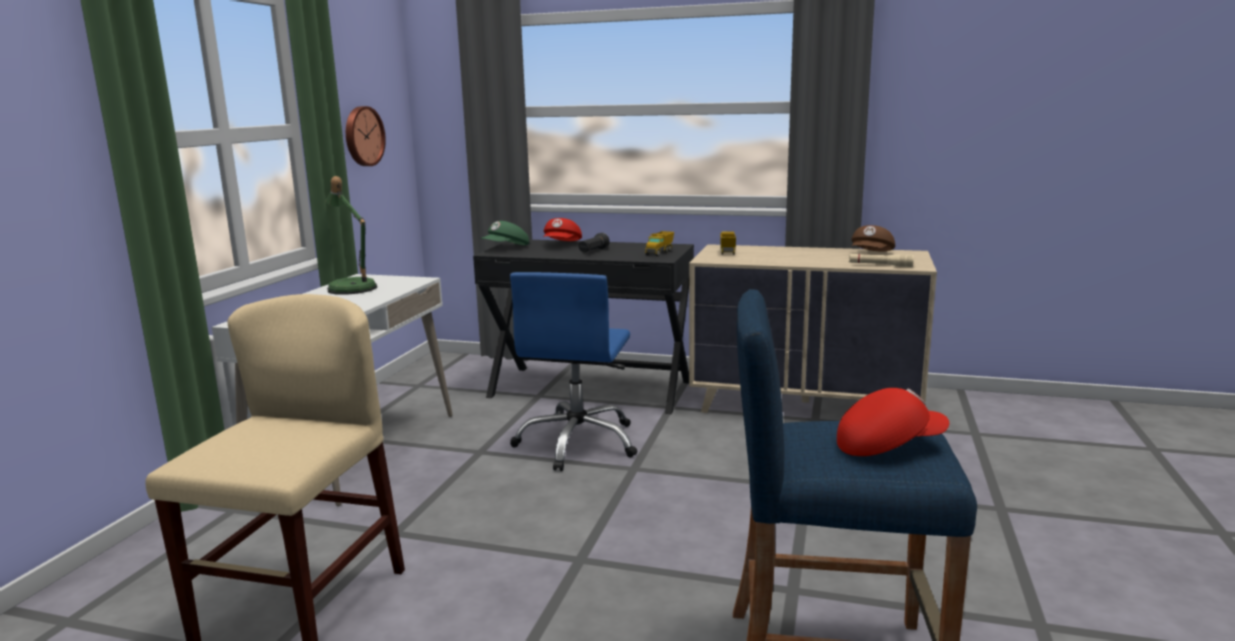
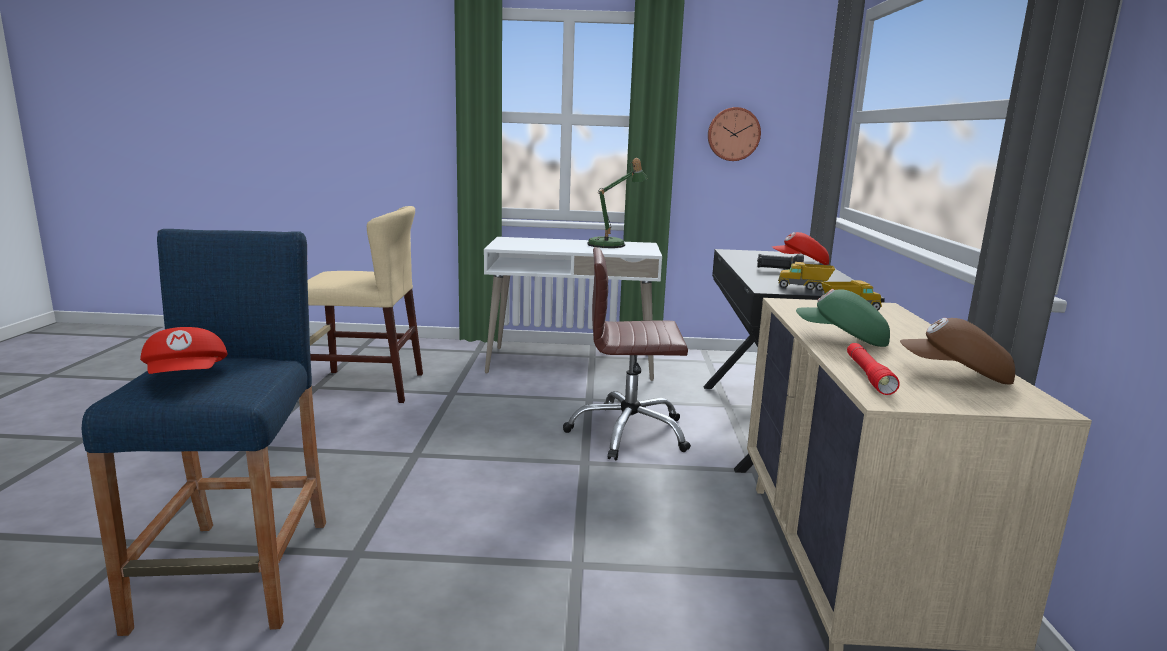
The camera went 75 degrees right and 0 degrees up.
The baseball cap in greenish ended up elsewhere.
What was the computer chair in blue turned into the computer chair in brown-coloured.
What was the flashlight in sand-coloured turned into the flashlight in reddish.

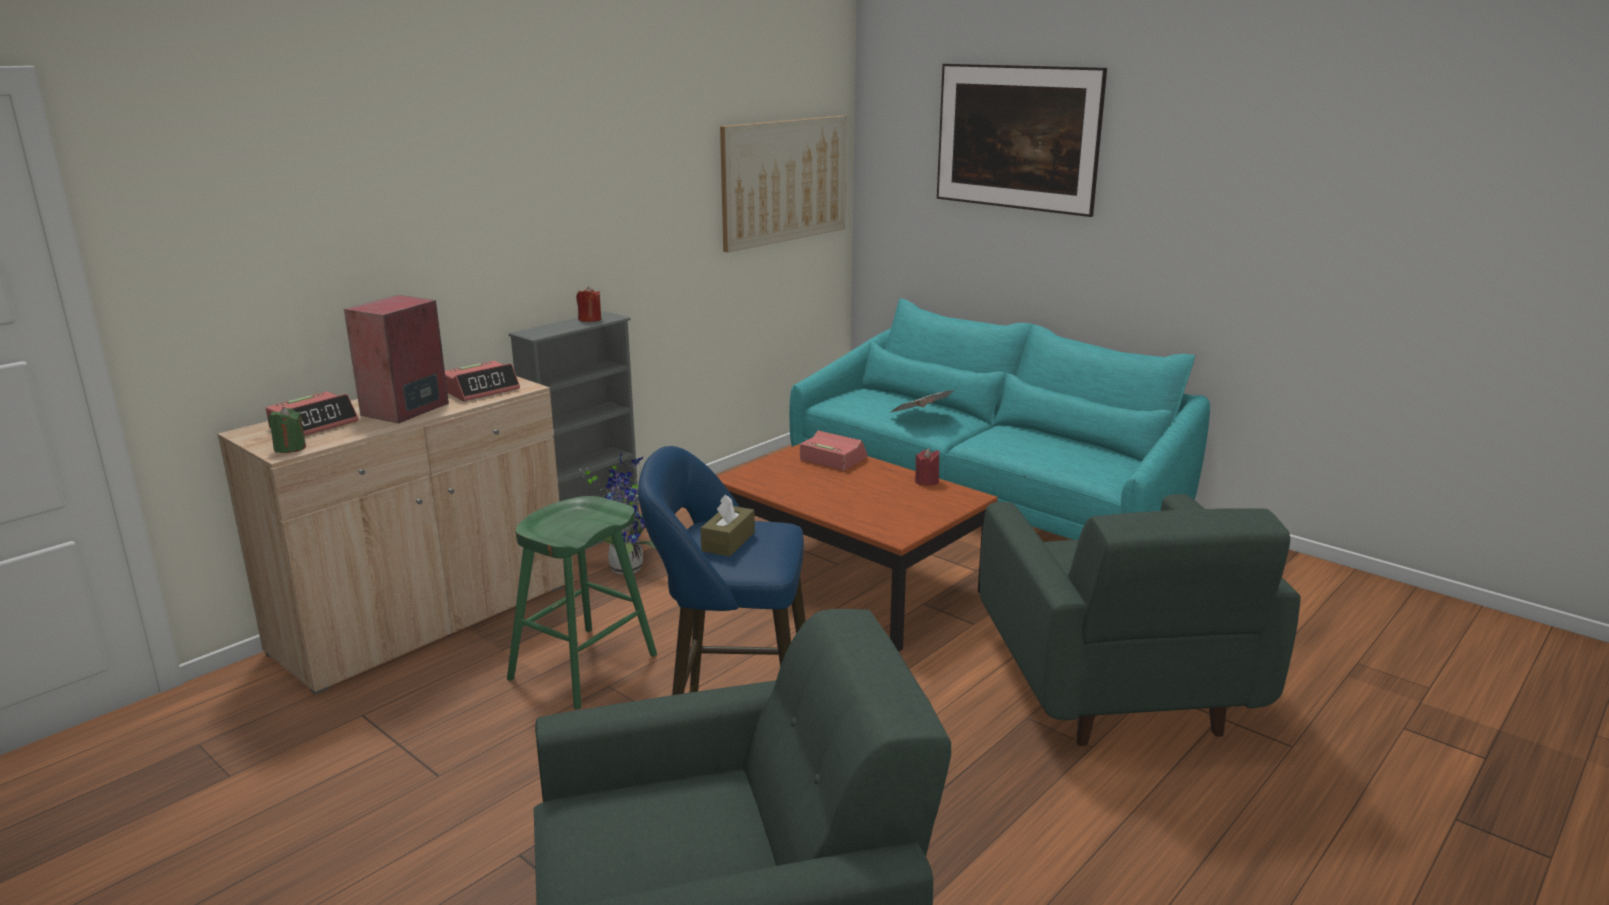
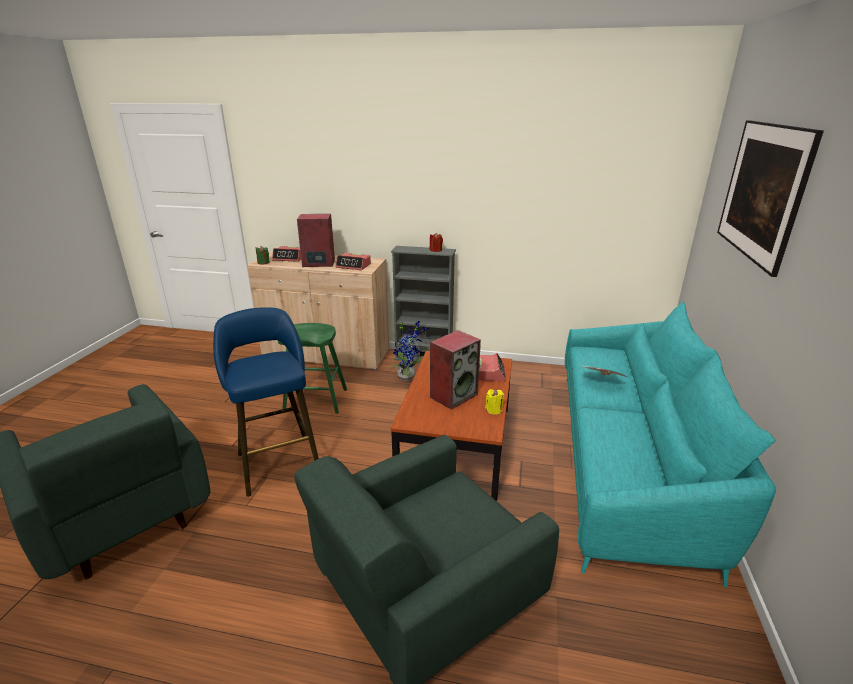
The camera went 60 degrees right and 5 degrees up.
The second view lost the tissue holder in brown-coloured.
The second view lost the wall art (no. 1 from left).
The second view gained the audio speaker (no. 2 from left).
What was the candle in reddish (no. 2 from left) turned into the candle in yellow.

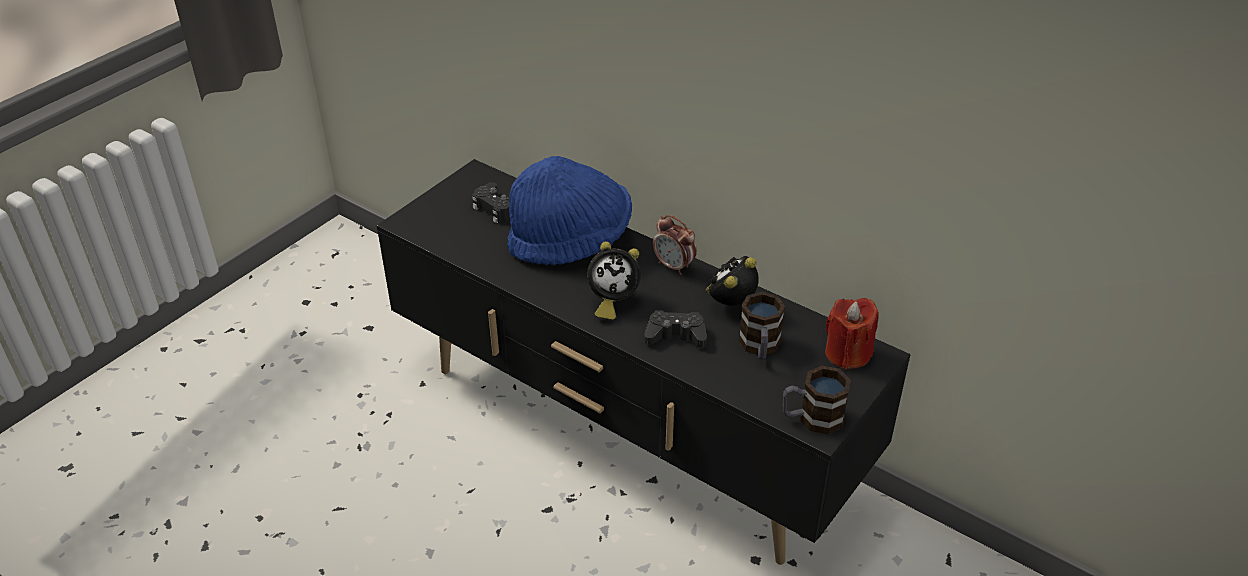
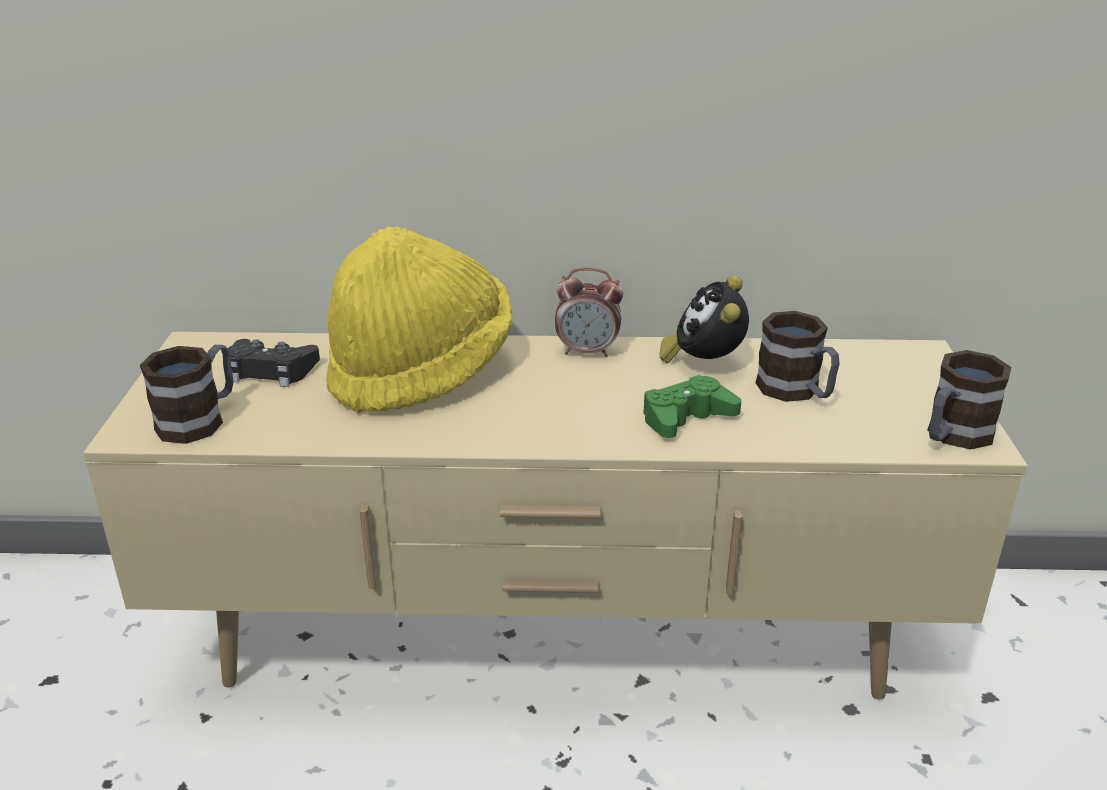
The camera went 35 degrees left and 10 degrees down.
The second view lost the table clock (no. 1 from left).
The second view lost the candle in reddish.
The second view gained the mug (no. 1 from left).
What was the tv unit in black turned into the tv unit in sand-coloured.
What was the hat in blue turned into the hat in yellow.
What was the joypad in black (no. 2 from left) turned into the joypad in greenish.

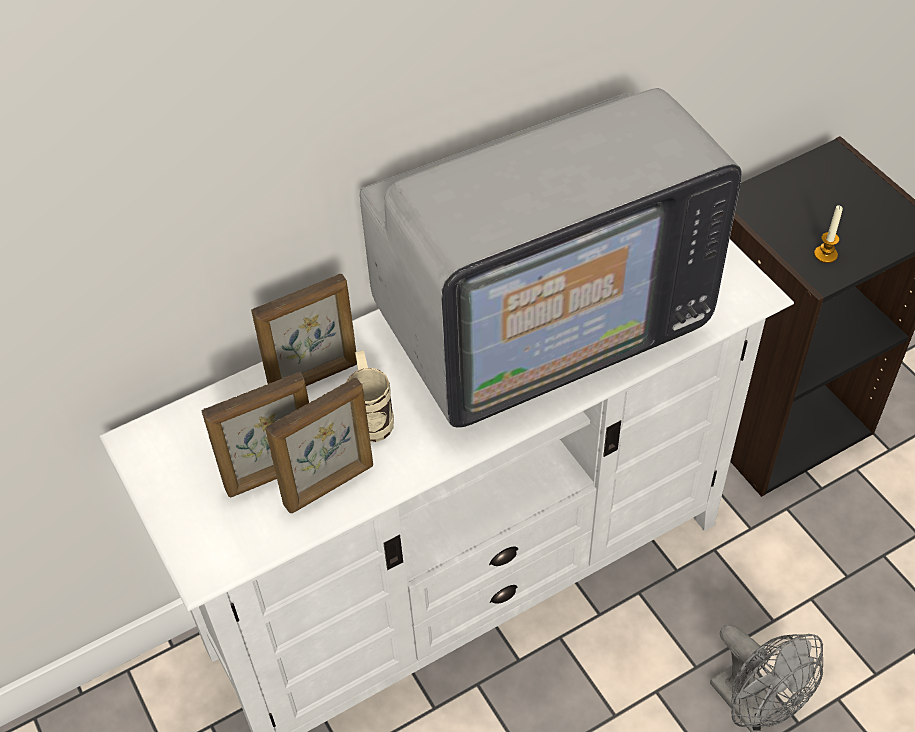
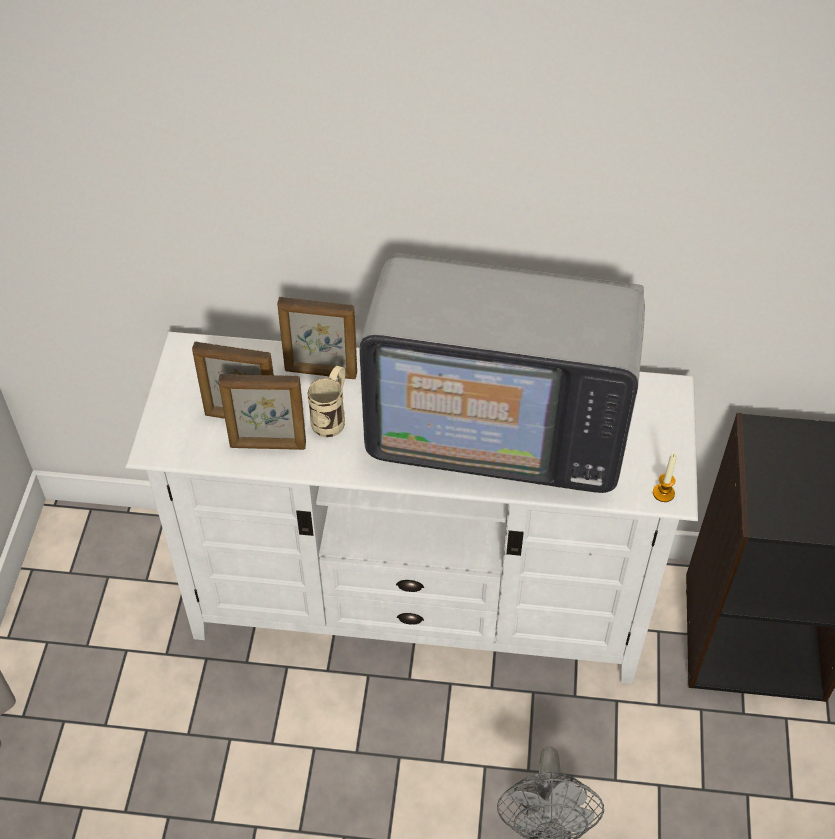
The camera went 35 degrees right and 0 degrees up.
The candle ended up elsewhere.

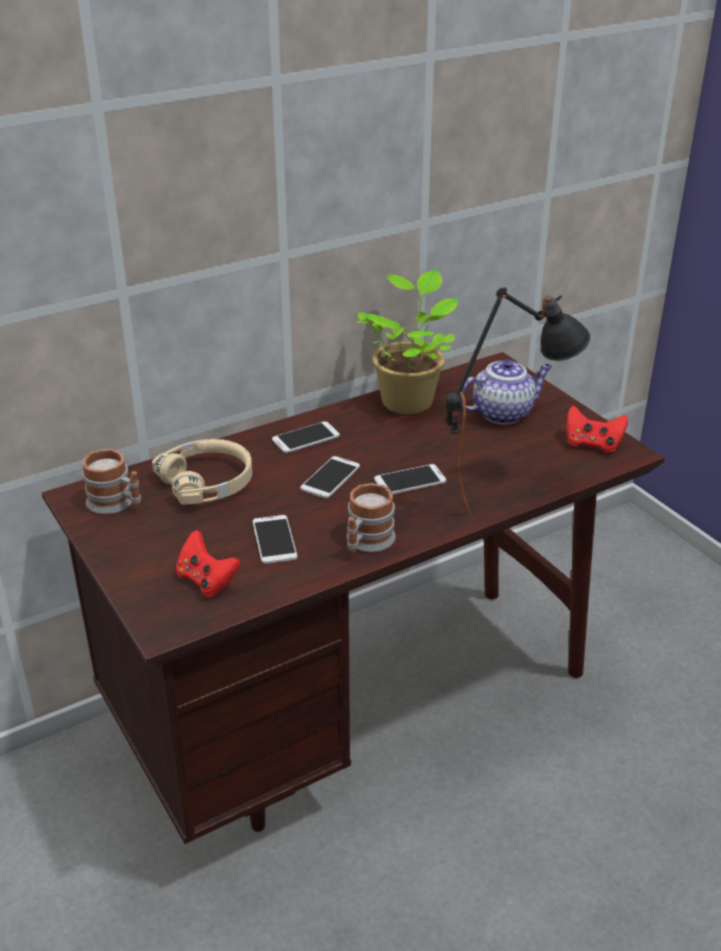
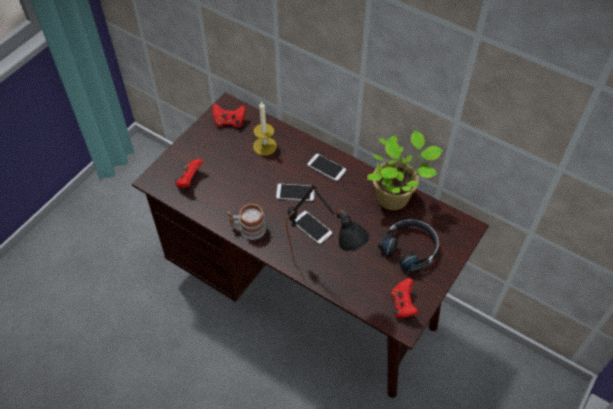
The camera went 65 degrees right and 20 degrees up.
The second view lost the phone (no. 1 from left).
Where the mug (no. 1 from left) stood, the joypad in reddish (no. 2 from left) came to stand.
Where the pair of headphones in sand-coloured stood, the candle came to stand.
Where the pot for tea stood, the pair of headphones in black came to stand.

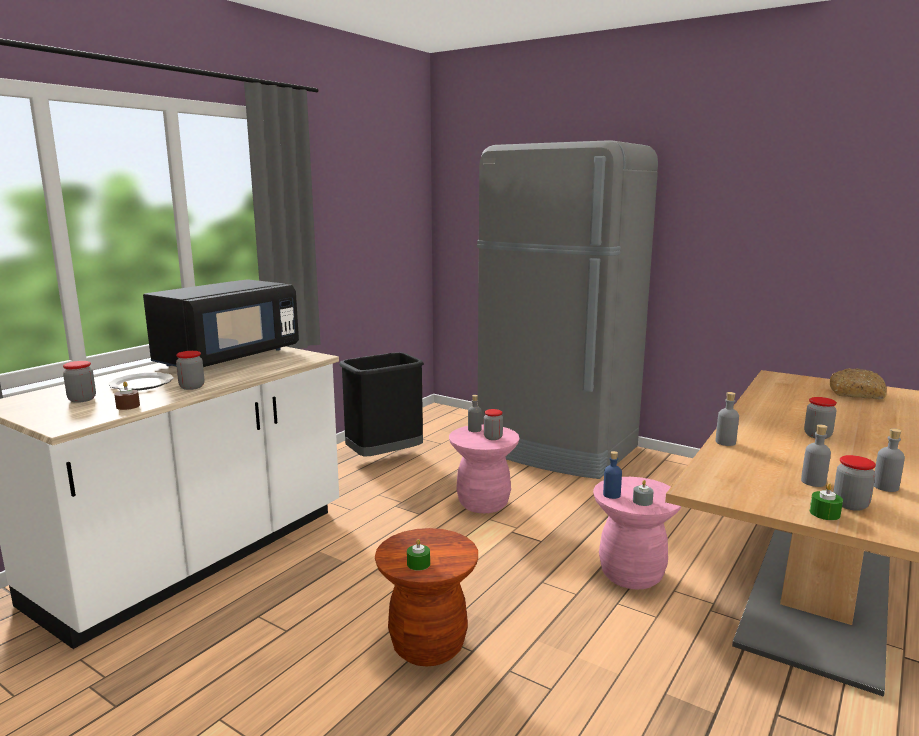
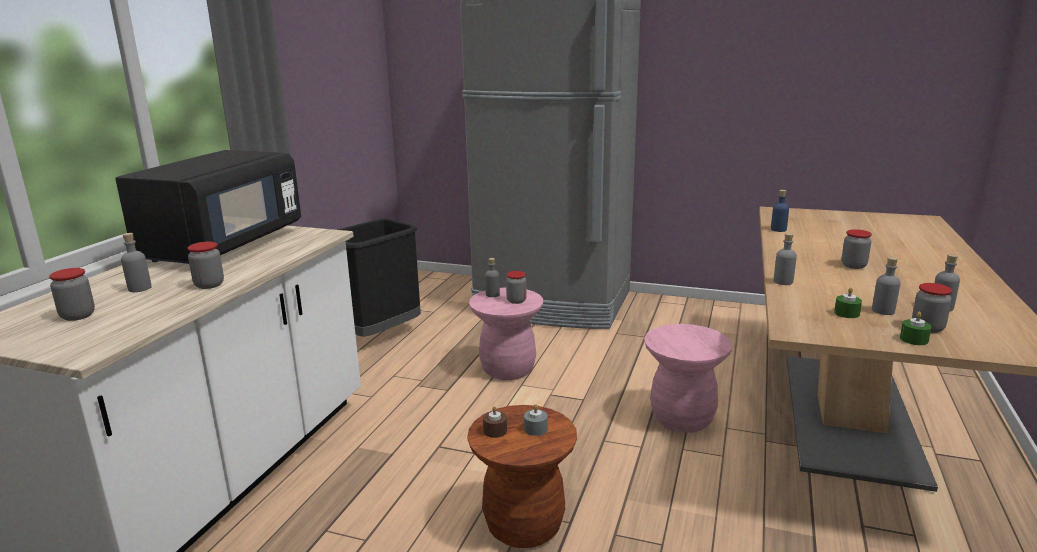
The camera went 15 degrees left and 5 degrees up.
The second view lost the baked bread.
The candle in brown-coloured ended up elsewhere.
The candle in greenish (no. 1 from left) ended up elsewhere.
The drink bottle in blue ended up elsewhere.
The candle in gray ended up elsewhere.
Where the flat dish stood, the drink bottle in gray (no. 1 from left) came to stand.

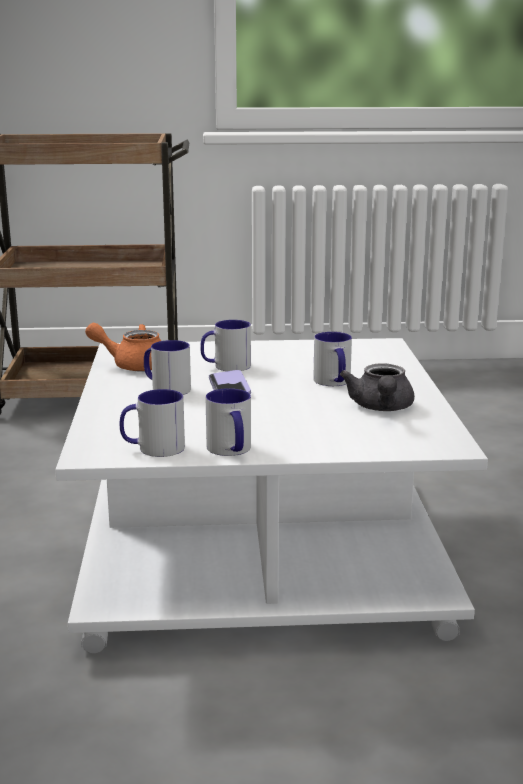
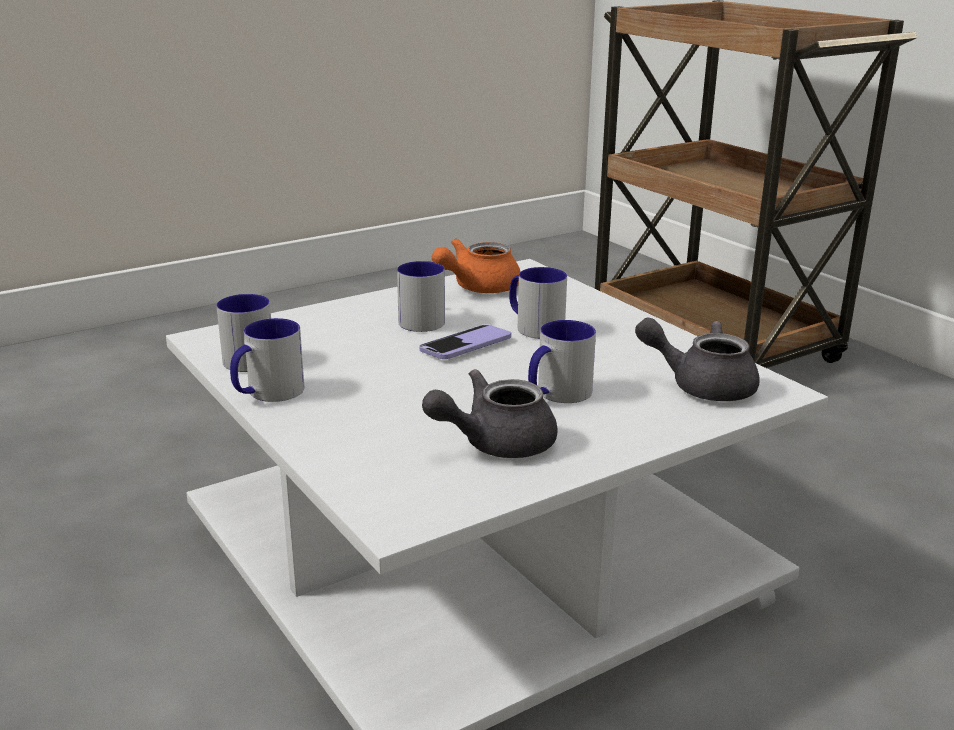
The camera went 60 degrees right and 5 degrees up.
The second view gained the pot for tea in gray (no. 2 from left).
The pot for tea in orangey ended up facing another way, 105 degrees counterclockwise from before.

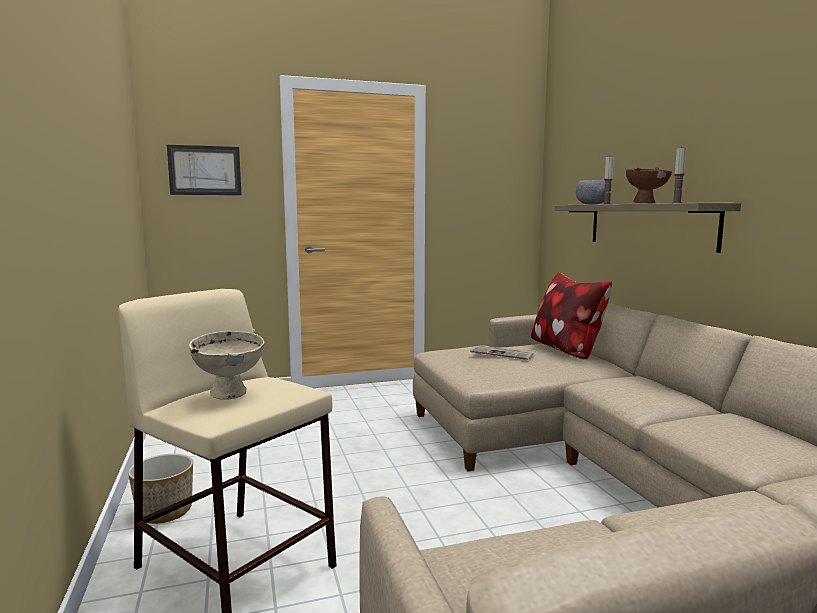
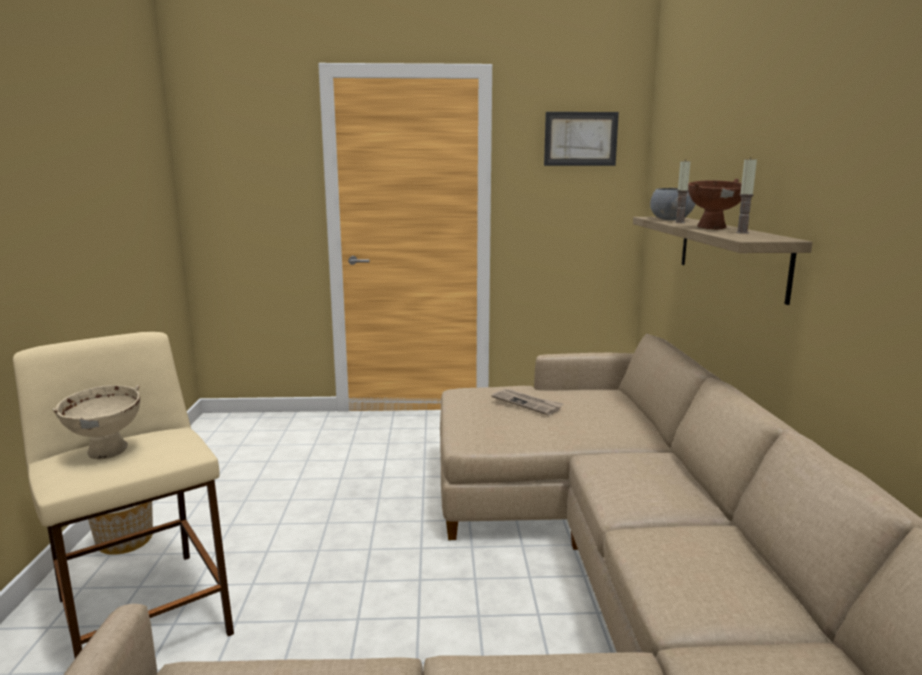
The camera went 15 degrees right and 5 degrees up.
The second view lost the cushion.
The wall art ended up elsewhere.

